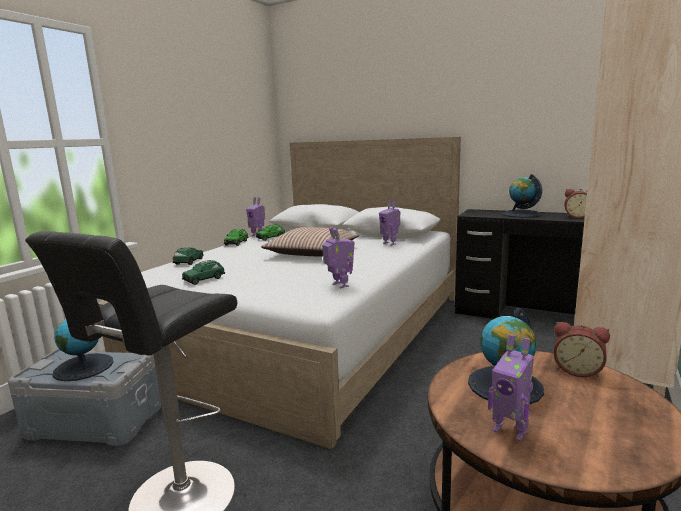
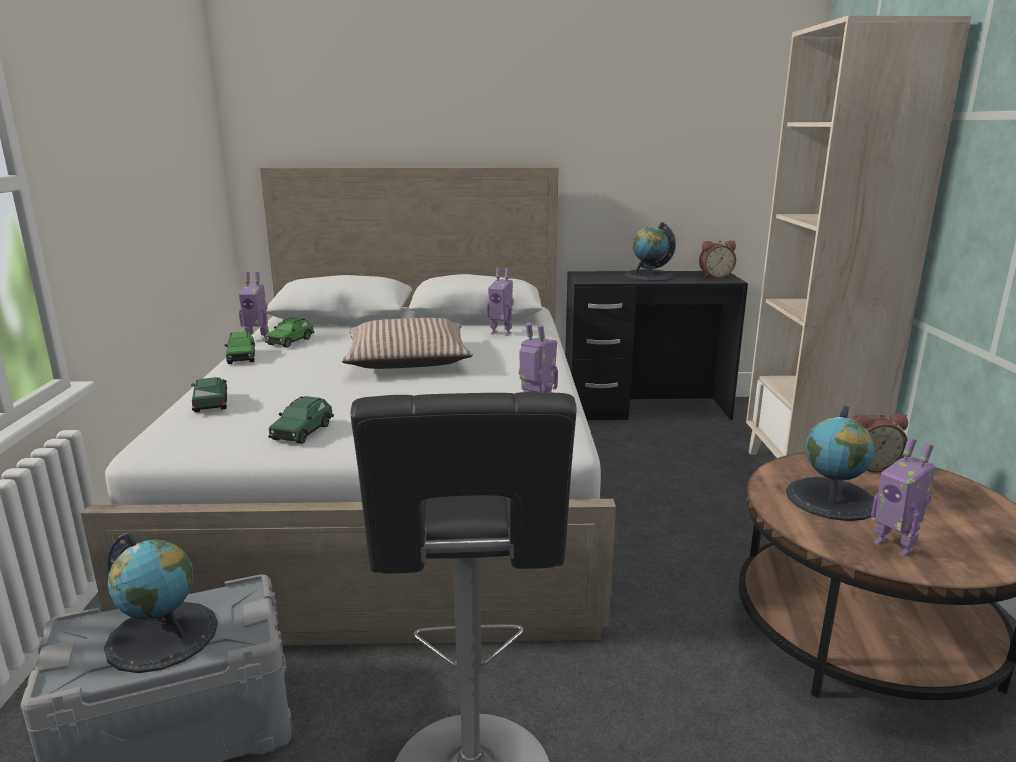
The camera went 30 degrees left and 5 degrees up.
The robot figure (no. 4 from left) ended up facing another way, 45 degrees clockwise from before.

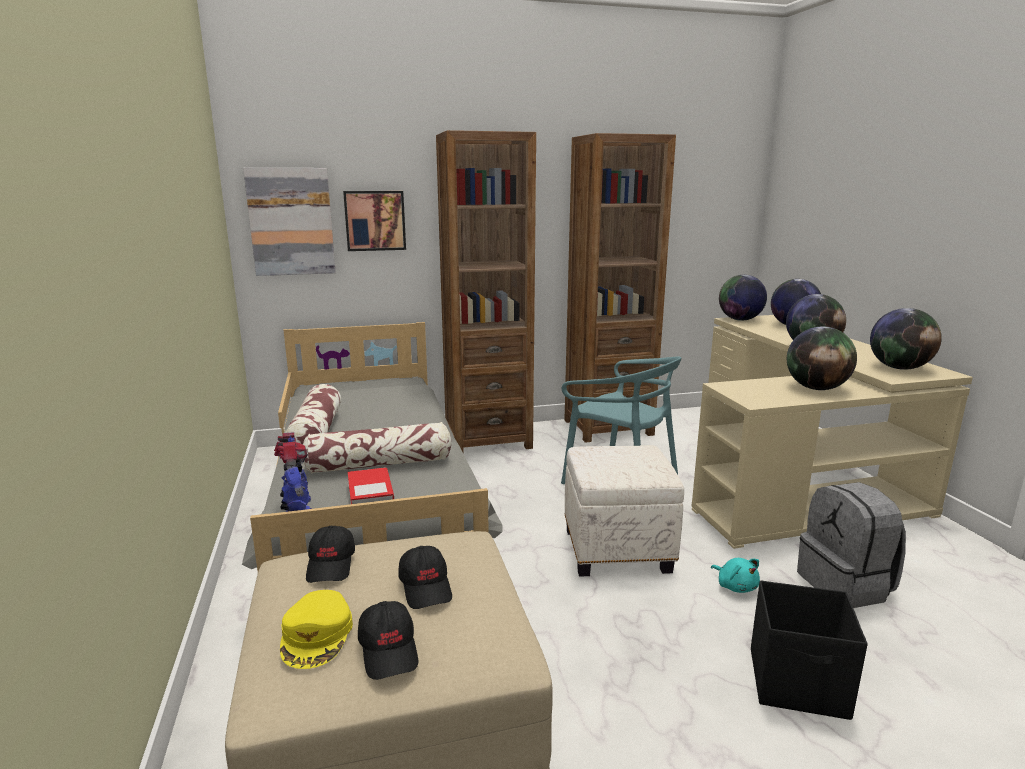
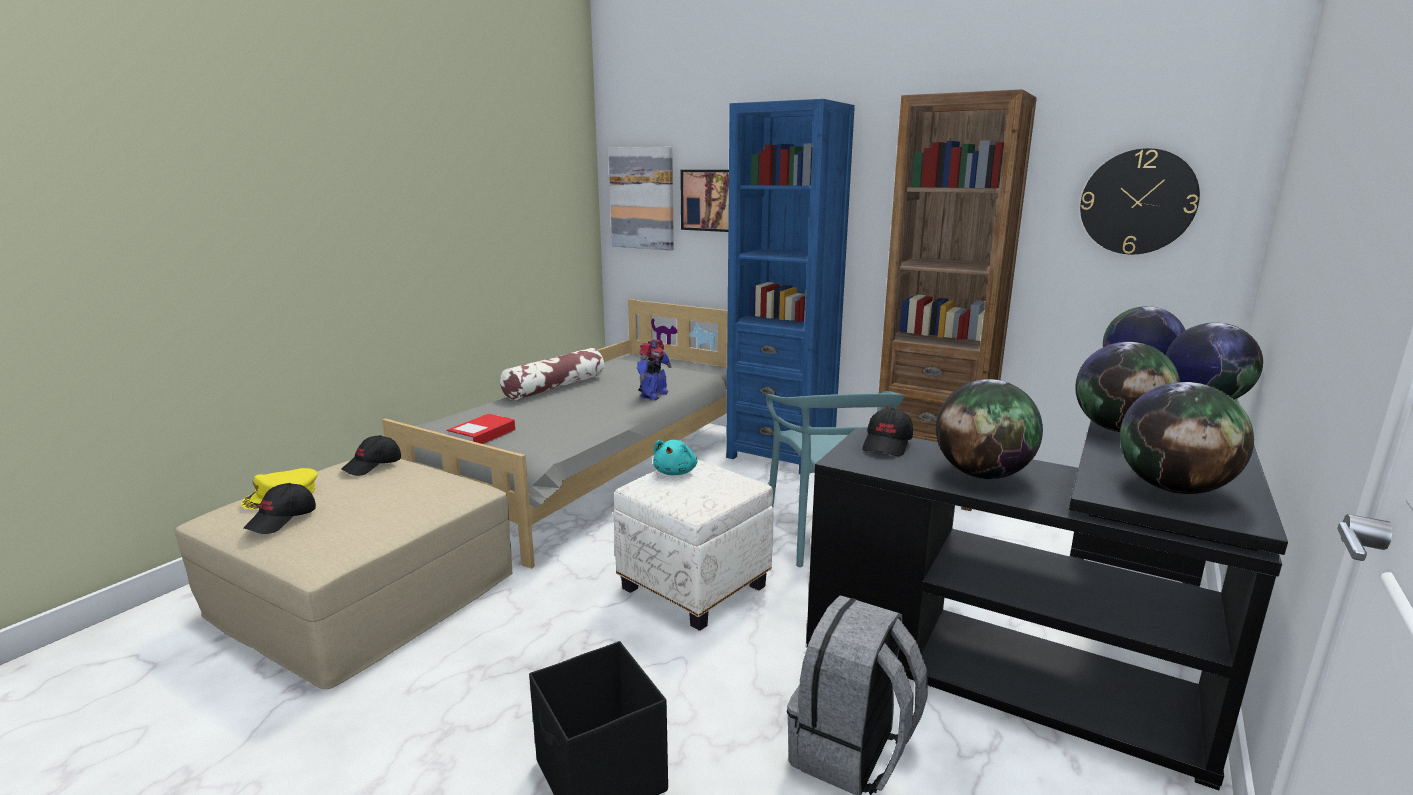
The camera went 45 degrees right and 0 degrees up.
The second view lost the cushion (no. 2 from left).
The second view gained the wall clock.
The robot figure ended up elsewhere.
The baseball cap in black (no. 3 from left) ended up elsewhere.
The cuddly toy in turquoise ended up elsewhere.
What was the shelving unit in brown-coloured (no. 1 from left) turned into the shelving unit in blue.
What was the desk table in sand-coloured turned into the desk table in black.

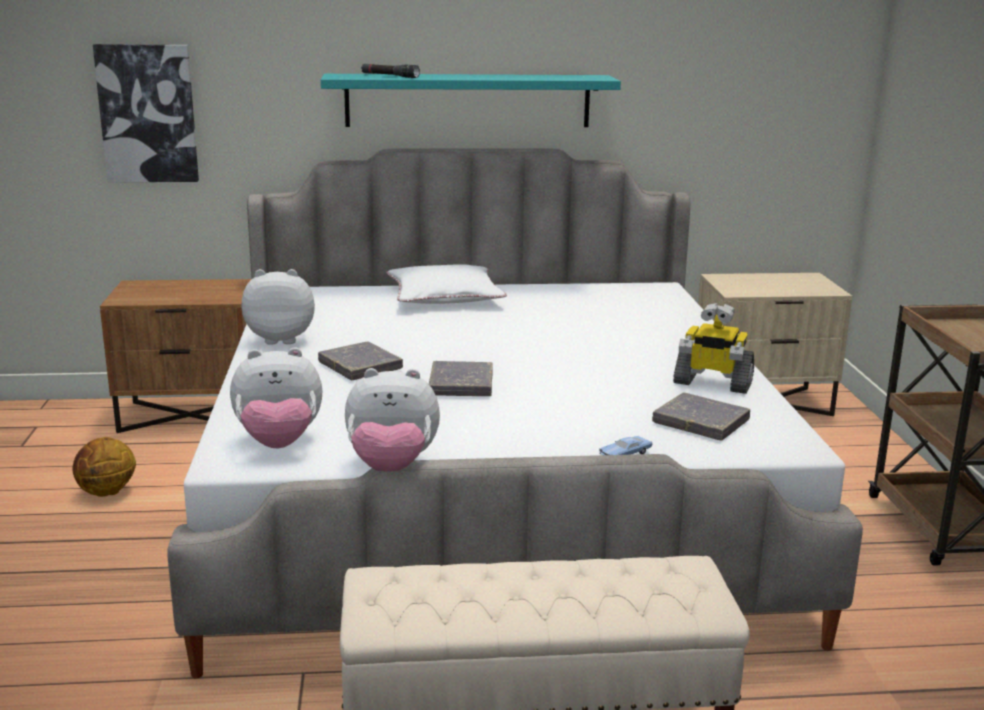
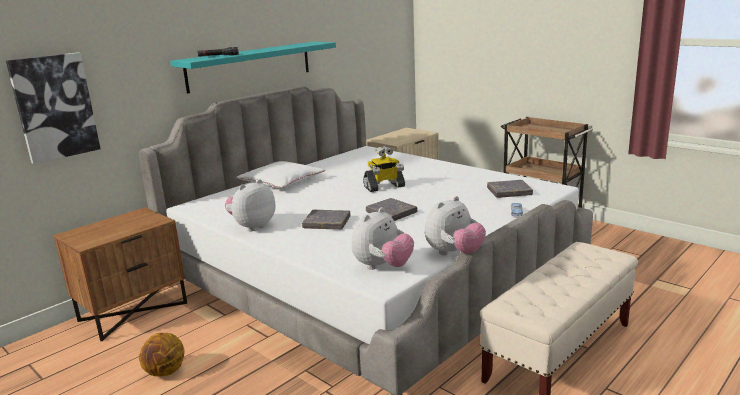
The camera went 40 degrees left and 0 degrees up.
The robot figure ended up elsewhere.

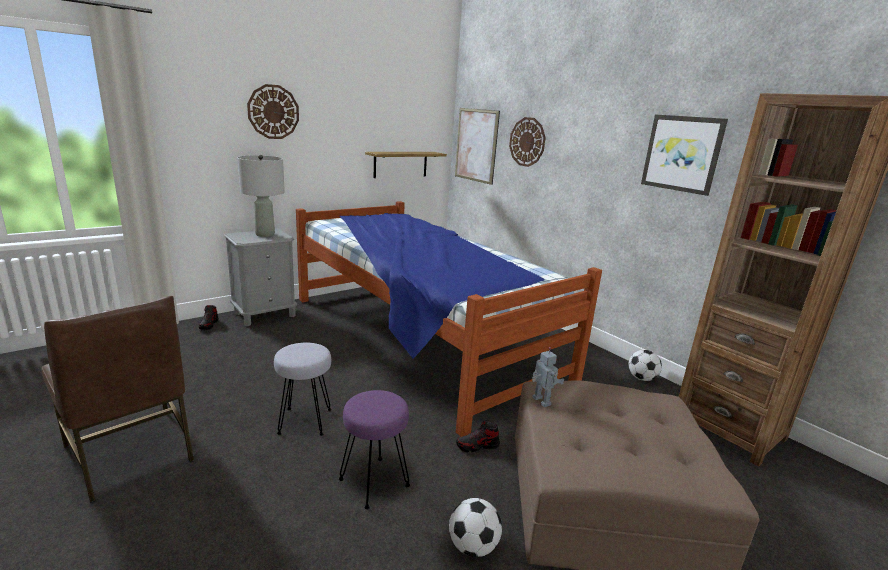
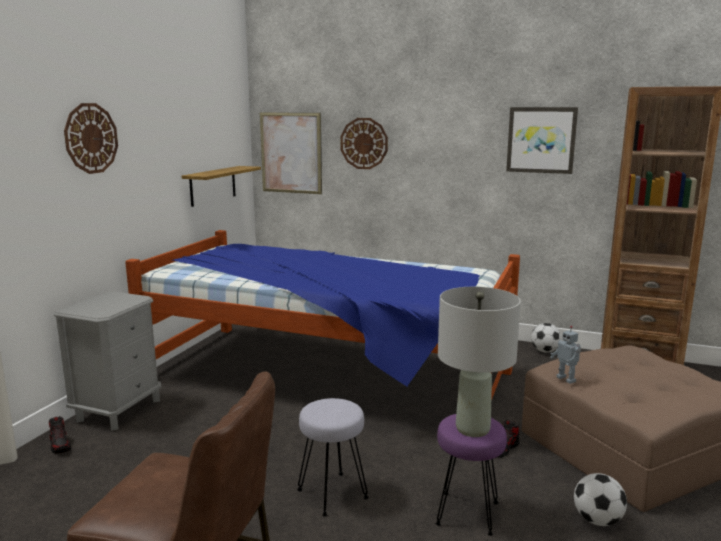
The camera went 30 degrees left and 5 degrees down.
The table lamp in gray ended up elsewhere.
The robot figure ended up facing another way, 150 degrees counterclockwise from before.

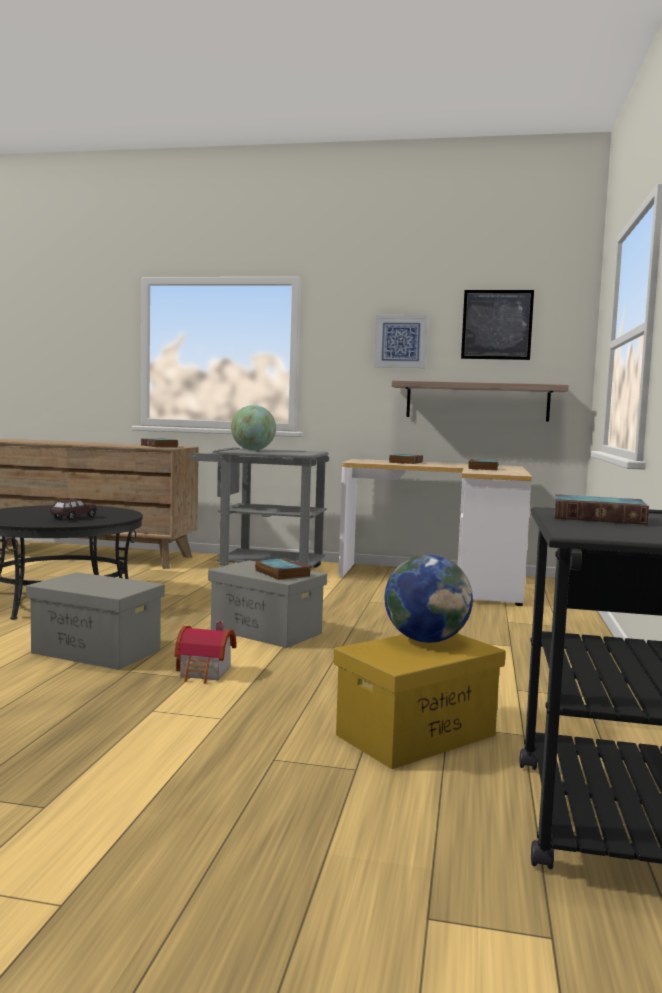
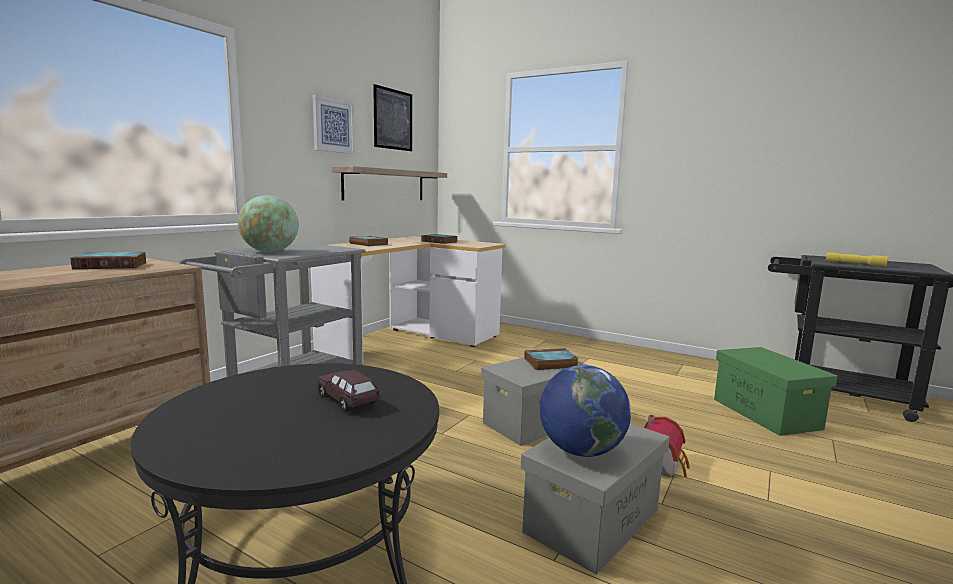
The camera went 70 degrees left and 5 degrees up.
The globe (no. 2 from left) ended up elsewhere.
Where the book (no. 5 from left) stood, the flashlight in yellow came to stand.
What was the storage container in yellow turned into the storage container in greenish.

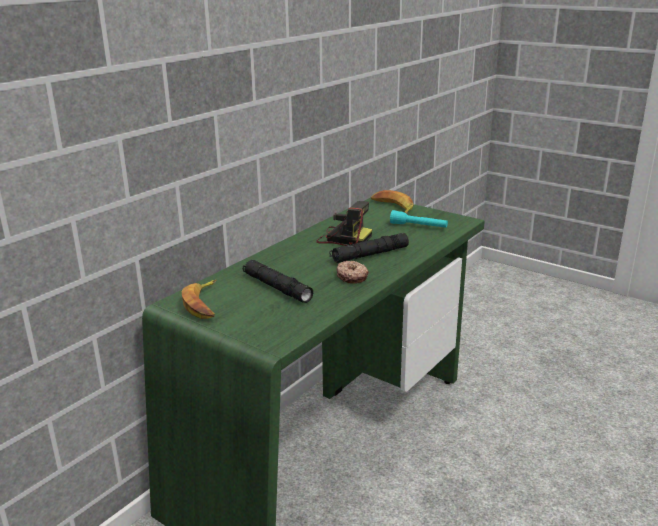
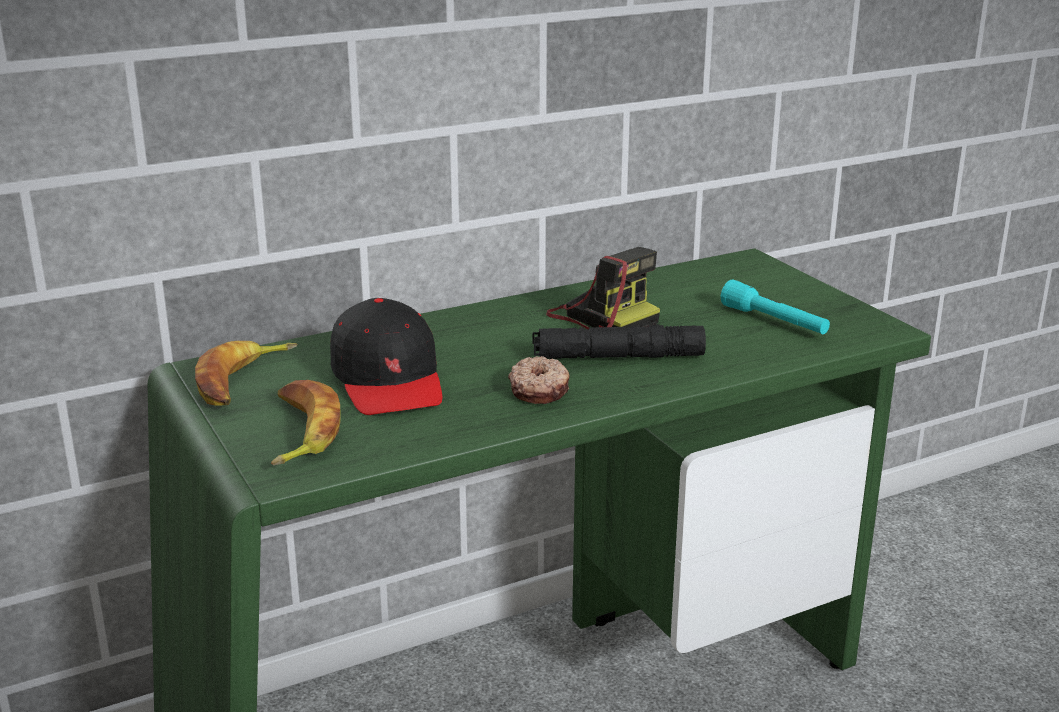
The camera went 25 degrees right and 0 degrees up.
The banana (no. 2 from left) ended up elsewhere.
Where the flashlight in black (no. 1 from left) stood, the baseball cap in black came to stand.

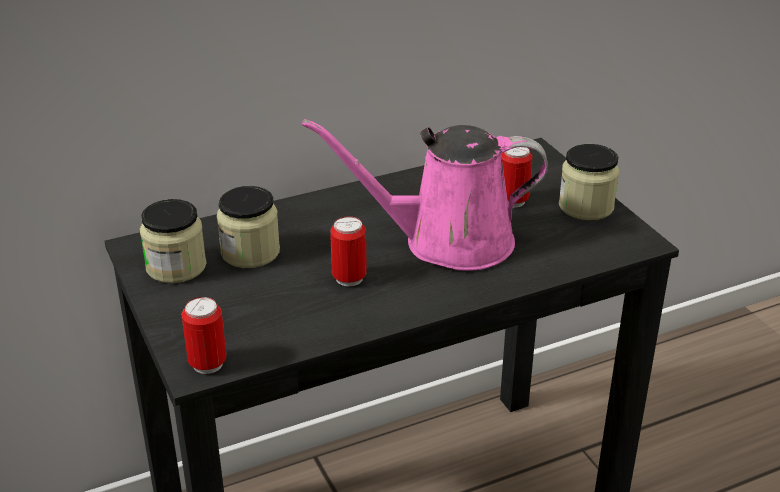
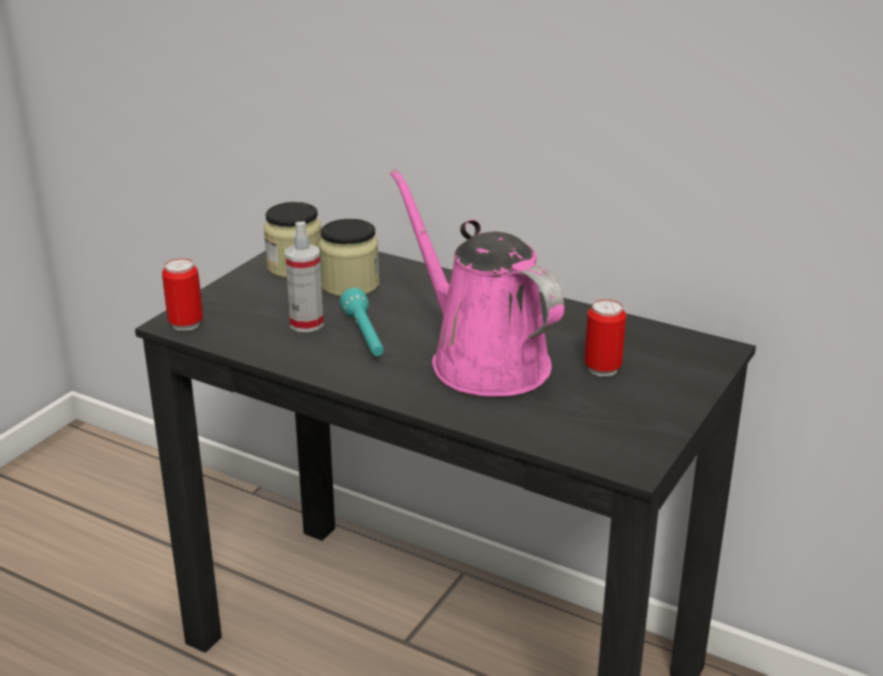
The camera went 55 degrees right and 5 degrees down.
The second view lost the jar (no. 3 from left).
The second view gained the spray bottle.
Where the can (no. 2 from left) stood, the flashlight in turquoise came to stand.

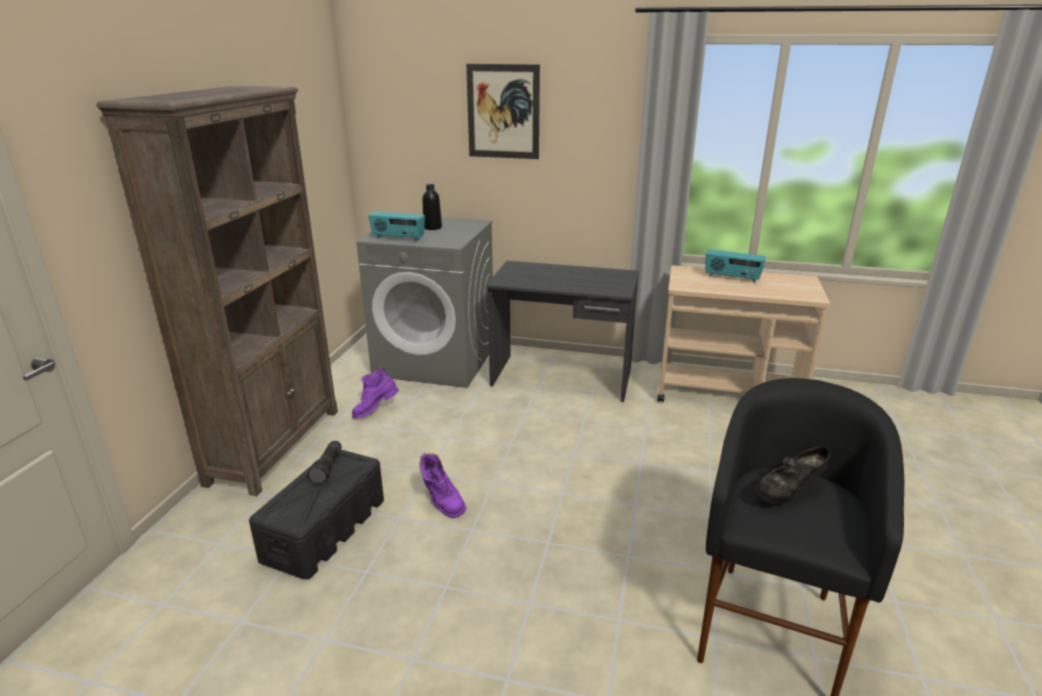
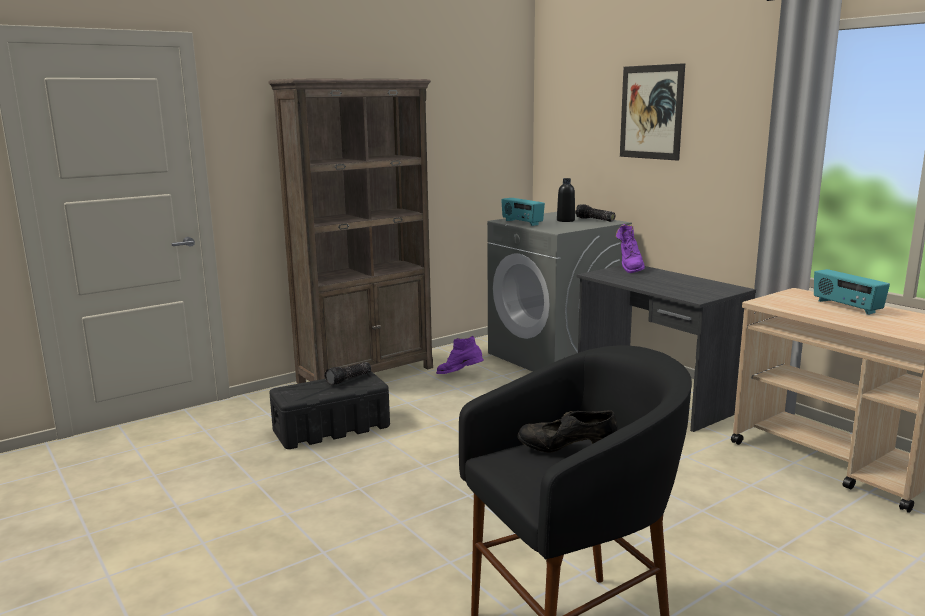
The camera went 40 degrees right and 10 degrees down.
The second view gained the flashlight (no. 2 from left).
The high-top boot in purplish (no. 2 from left) ended up elsewhere.

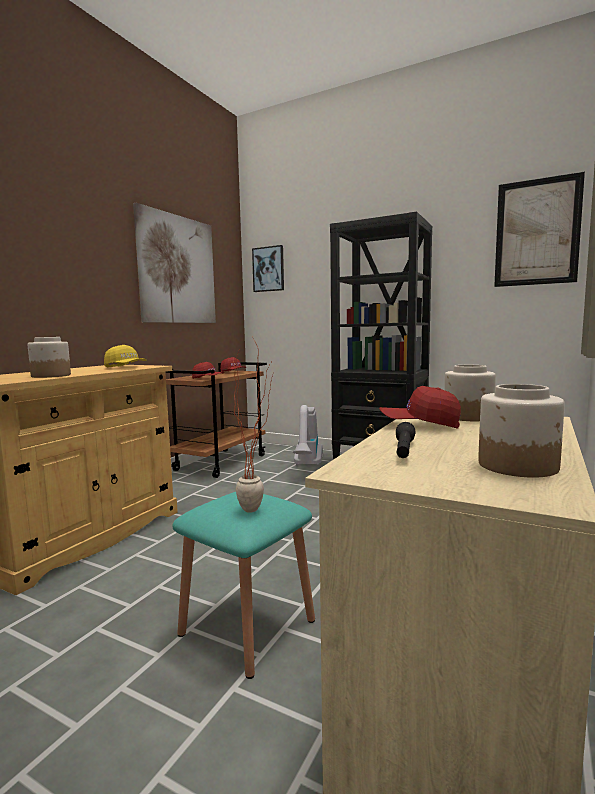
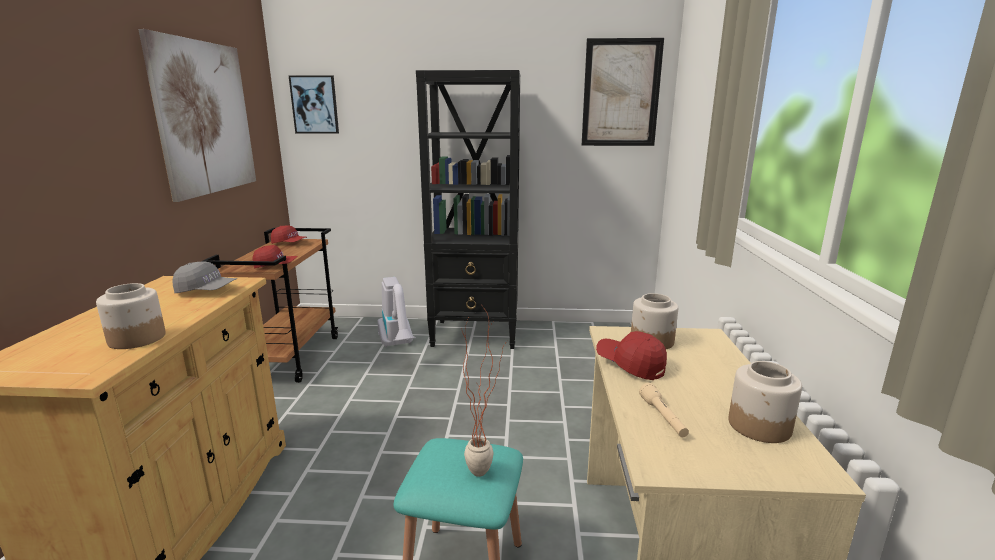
The camera went 25 degrees left and 10 degrees up.
What was the baseball cap in yellow turned into the baseball cap in gray.
What was the flashlight in black turned into the flashlight in sand-coloured.
The baseball cap in reddish (no. 3 from left) ended up facing another way, 60 degrees clockwise from before.

